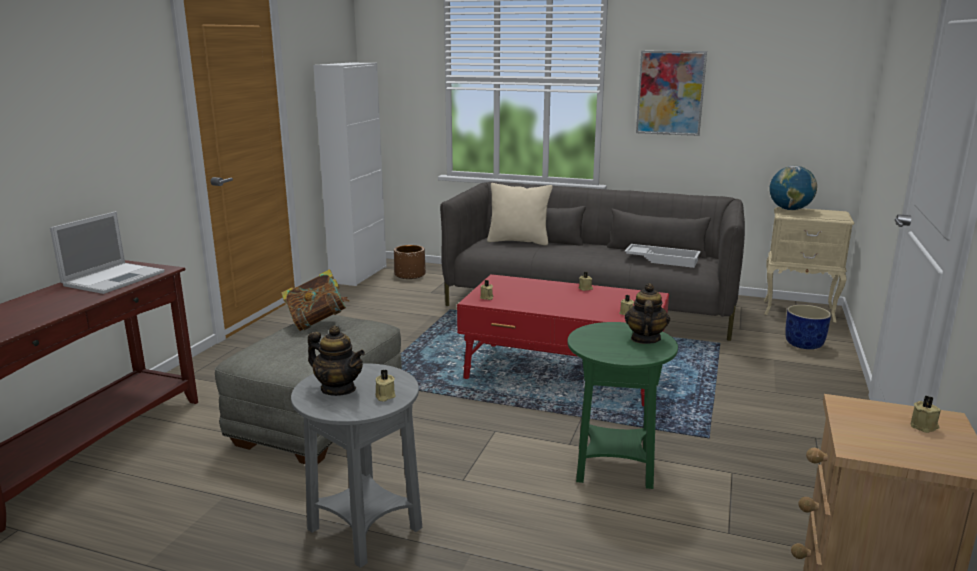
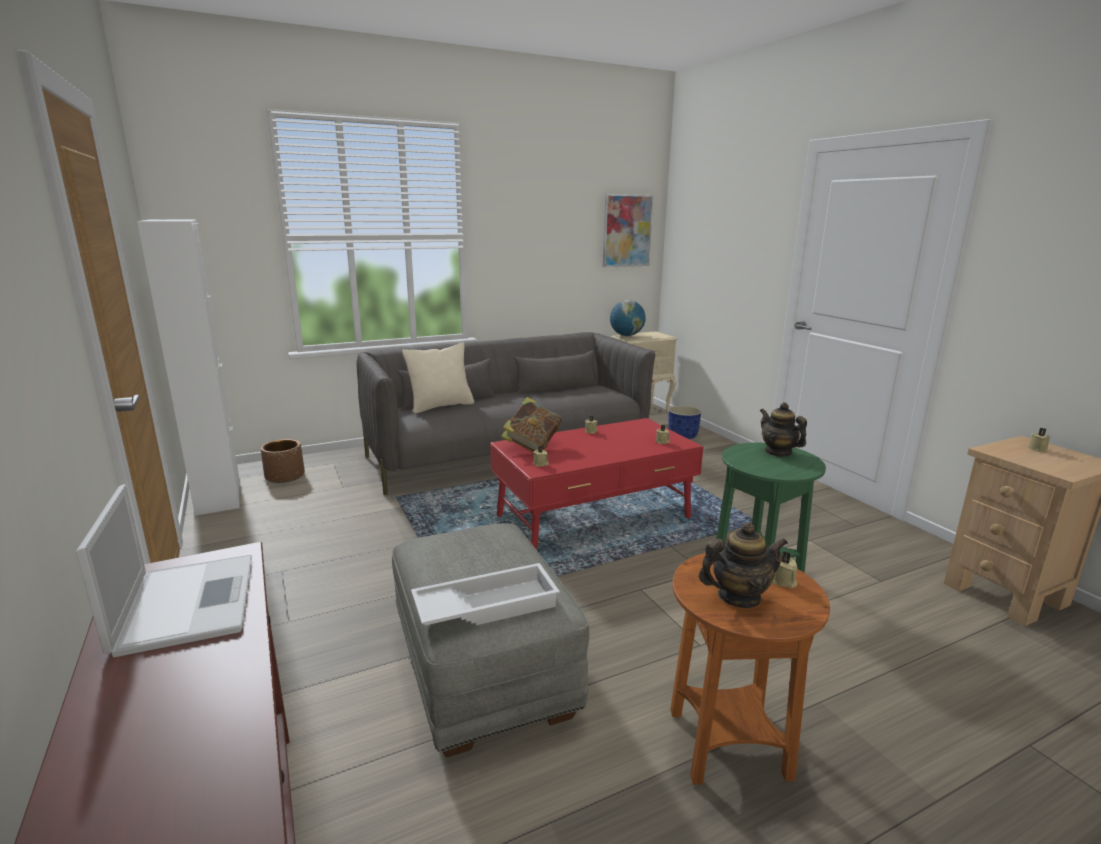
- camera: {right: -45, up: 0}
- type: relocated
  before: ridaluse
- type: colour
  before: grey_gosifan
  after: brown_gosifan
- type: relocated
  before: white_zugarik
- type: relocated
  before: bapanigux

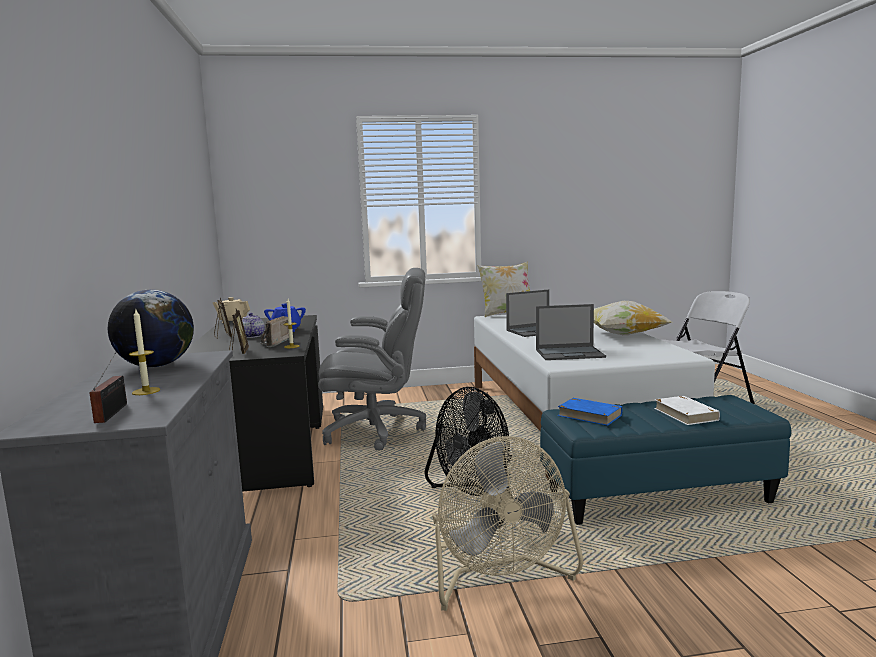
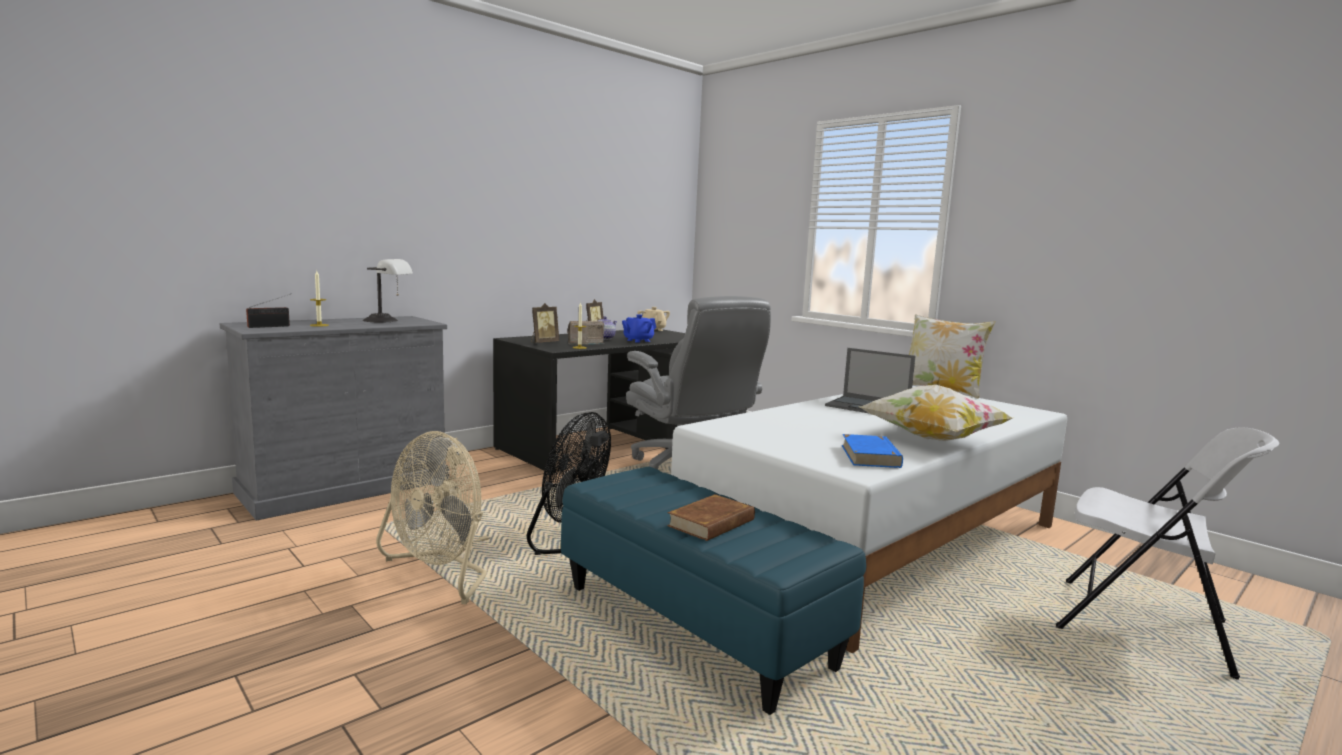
- camera: {right: 55, up: 0}
- type: exchanged
  before: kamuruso
  after: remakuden
- type: missing
  before: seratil (no. 2 from left)
- type: relocated
  before: blue_ridaluse
- type: colour
  before: white_ridaluse
  after: brown_ridaluse

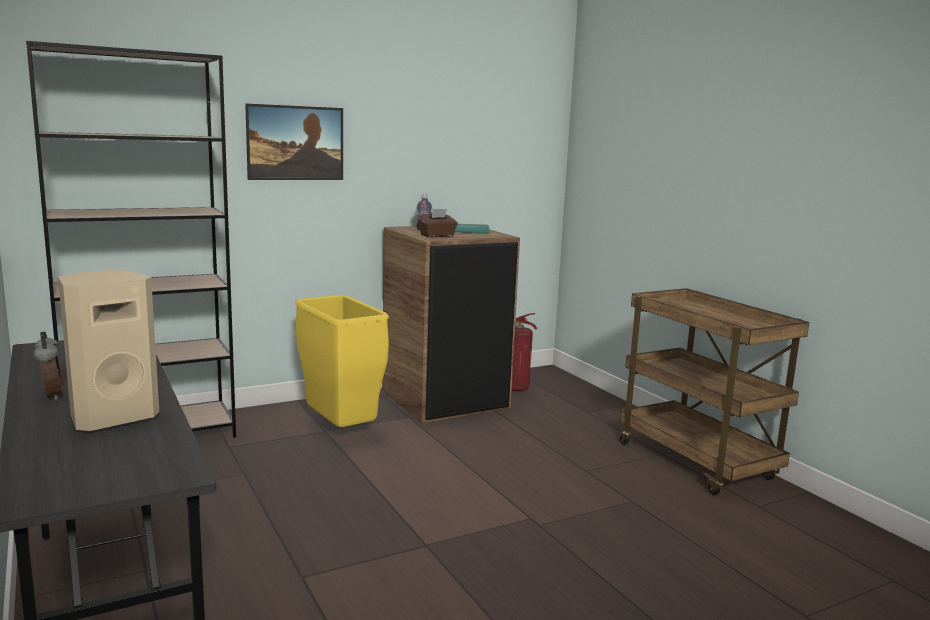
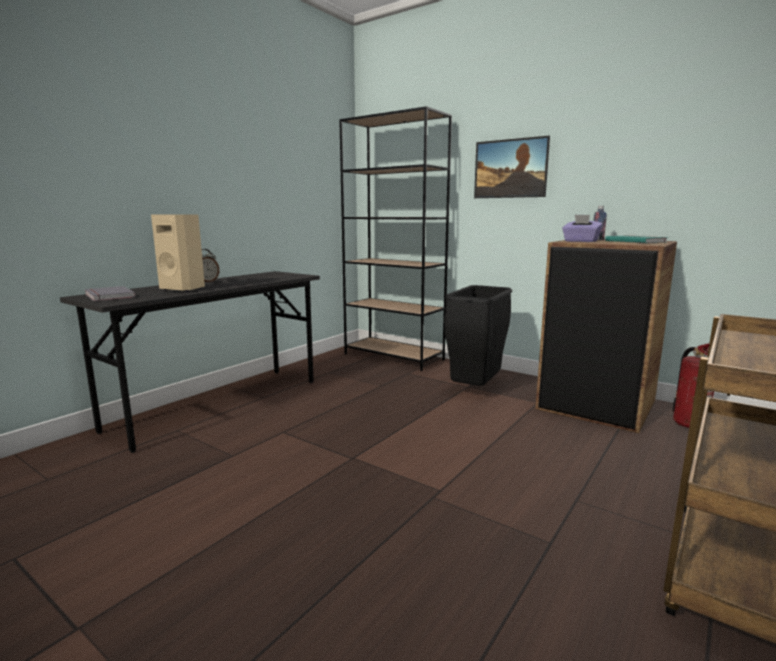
- camera: {right: 65, up: 0}
- type: colour
  before: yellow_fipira
  after: black_fipira
- type: colour
  before: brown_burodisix
  after: purple_burodisix
- type: appeared
  after: grey_ridaluse

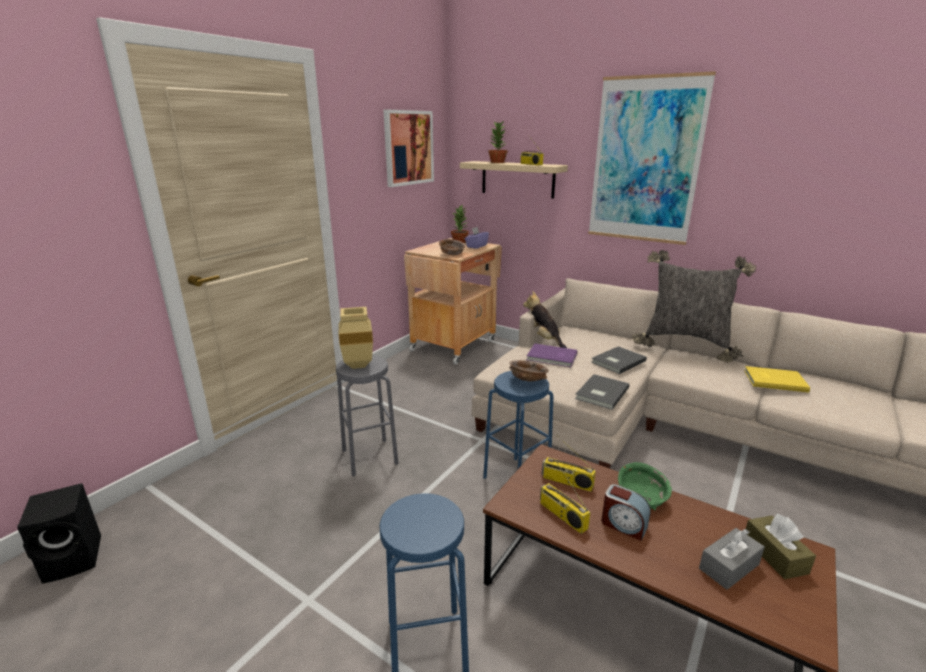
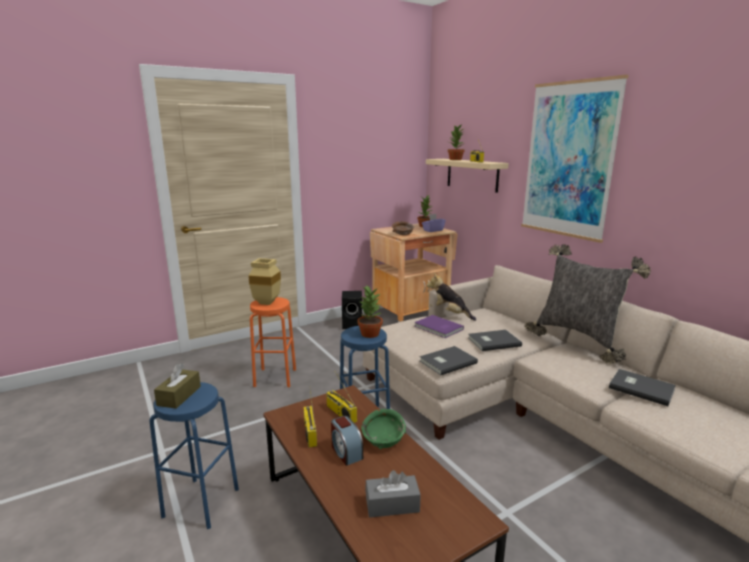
- camera: {right: 25, up: -5}
- type: relocated
  before: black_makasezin
- type: colour
  before: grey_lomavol
  after: orange_lomavol
- type: missing
  before: bapanigux (no. 1 from left)
- type: exchanged
  before: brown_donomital (no. 2 from left)
  after: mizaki (no. 1 from left)
- type: spun
  before: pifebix
  turn: -45
- type: colour
  before: yellow_ridaluse
  after: grey_ridaluse (no. 3 from left)
- type: relocated
  before: brown_burodisix

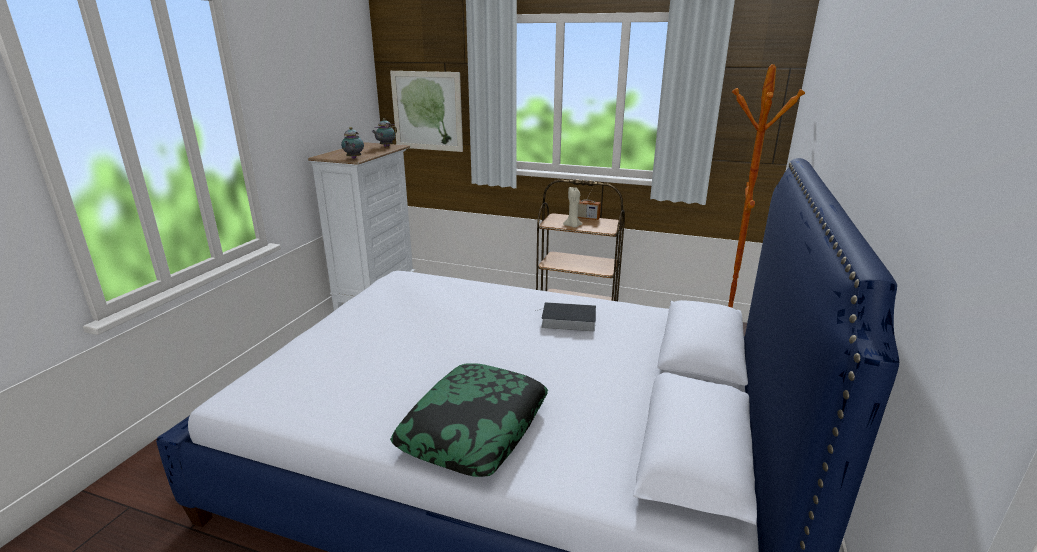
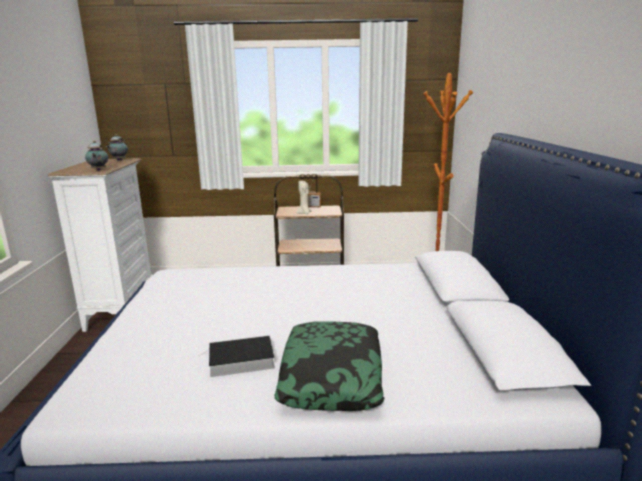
- camera: {right: -20, up: -5}
- type: missing
  before: bapanigux
- type: relocated
  before: ridaluse

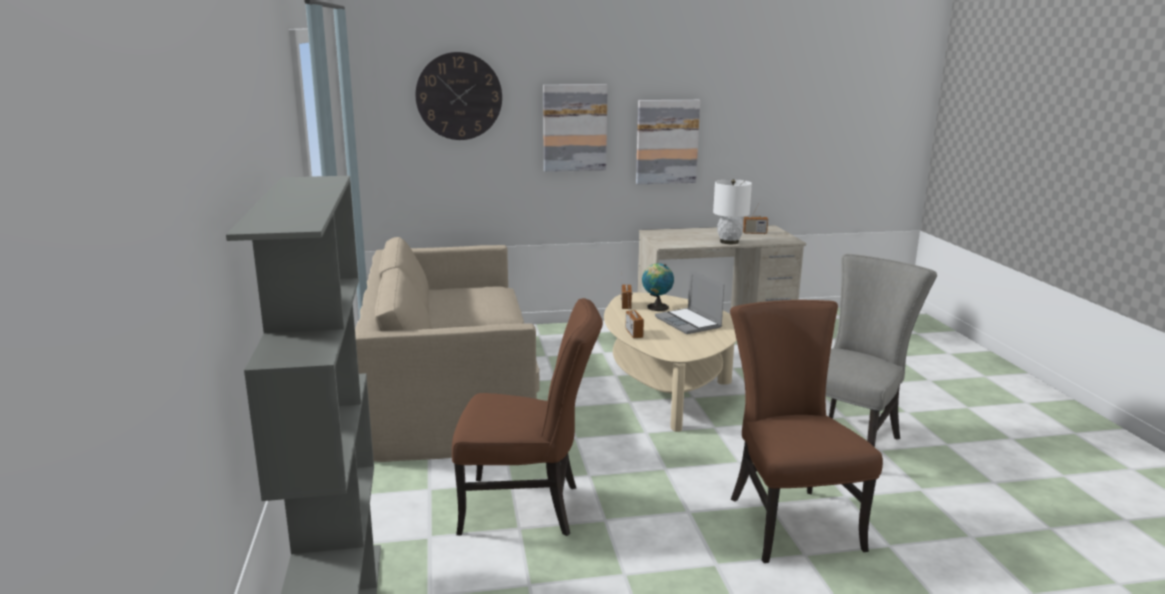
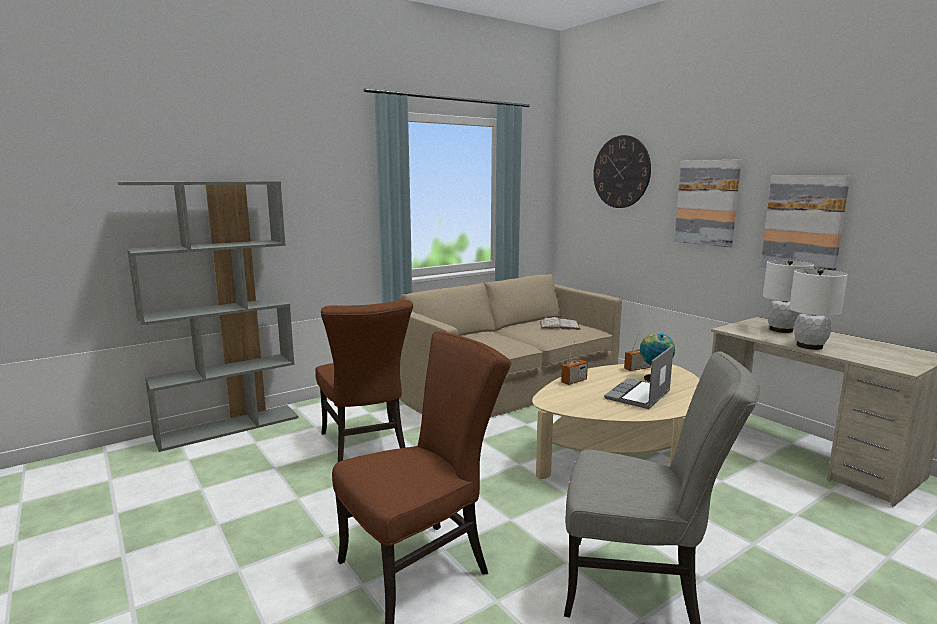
- camera: {right: 65, up: -5}
- type: missing
  before: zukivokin (no. 3 from left)
- type: appeared
  after: white_ridaluse
- type: appeared
  after: white_remakuden (no. 1 from left)

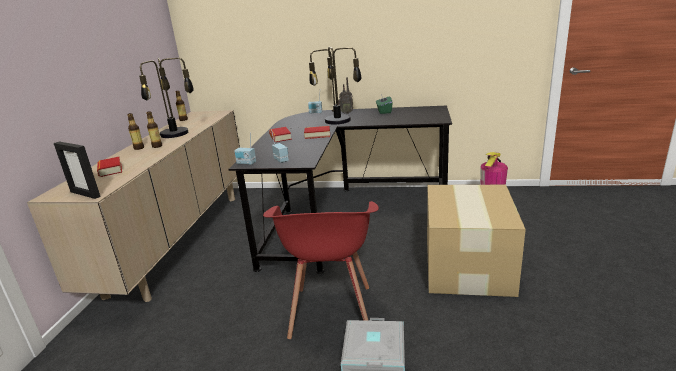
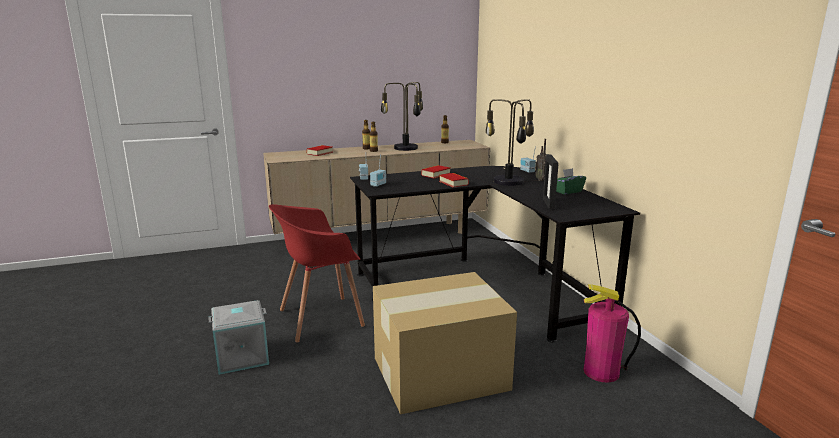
- camera: {right: 60, up: -5}
- type: relocated
  before: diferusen

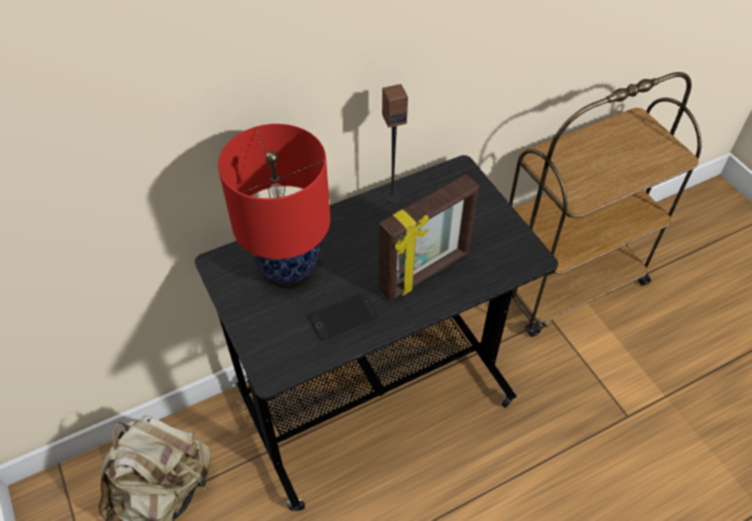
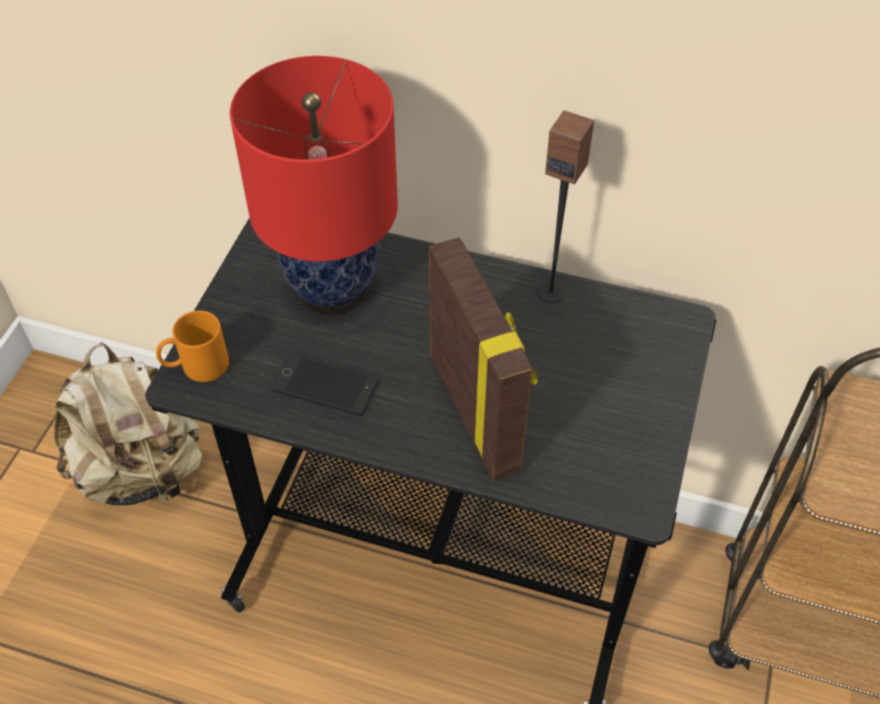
- camera: {right: 45, up: 0}
- type: spun
  before: diferusen
  turn: -120
- type: appeared
  after: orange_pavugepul

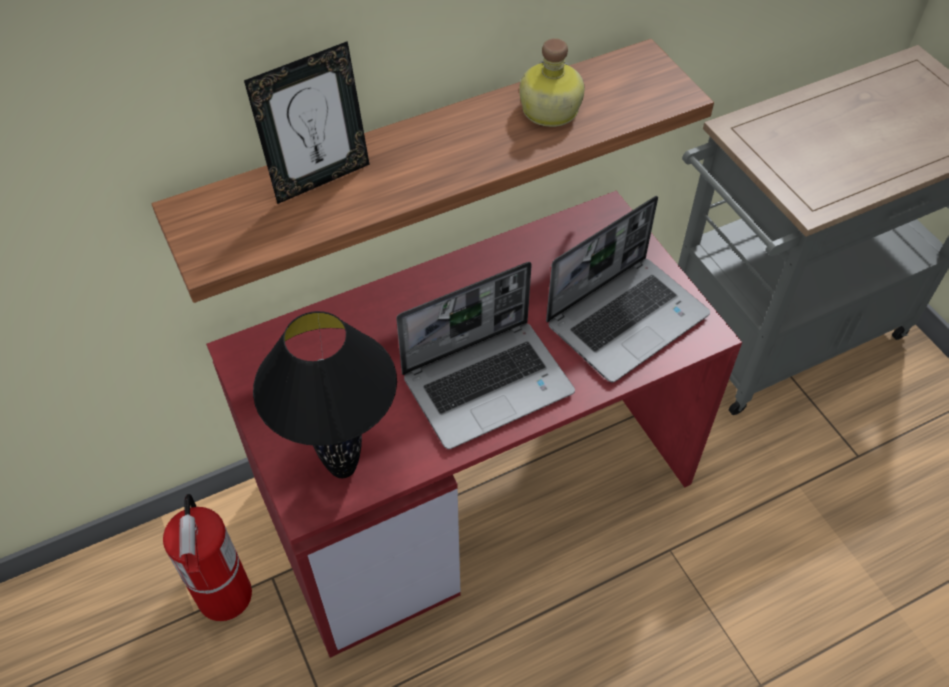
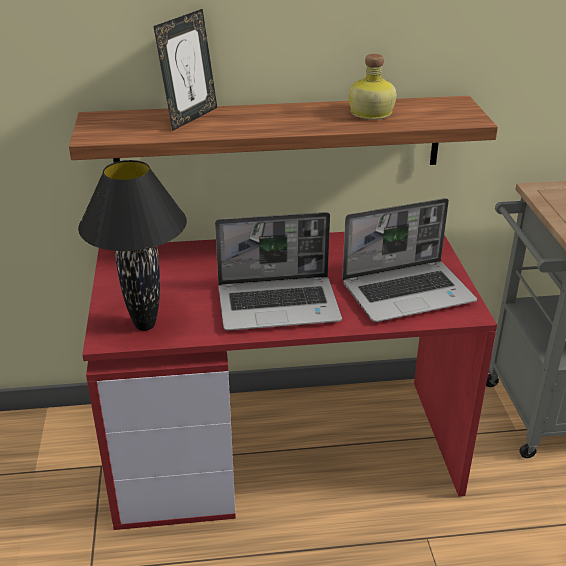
- camera: {right: 20, up: -20}
- type: missing
  before: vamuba
- type: spun
  before: diferusen
  turn: -45

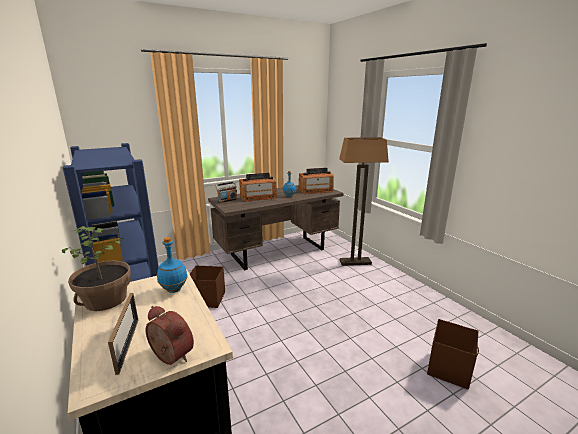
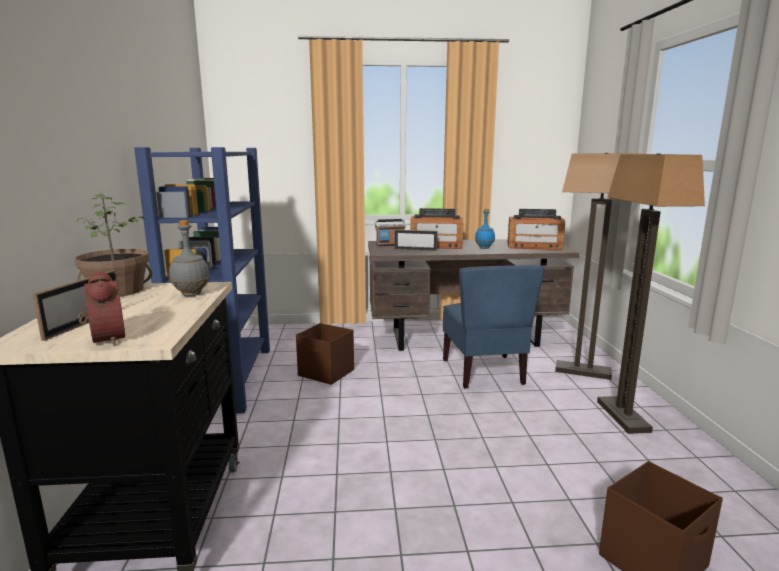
- camera: {right: 25, up: -5}
- type: colour
  before: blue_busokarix (no. 1 from left)
  after: grey_busokarix
- type: appeared
  after: diferusen (no. 2 from left)
- type: appeared
  after: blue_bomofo
- type: appeared
  after: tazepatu (no. 2 from left)

